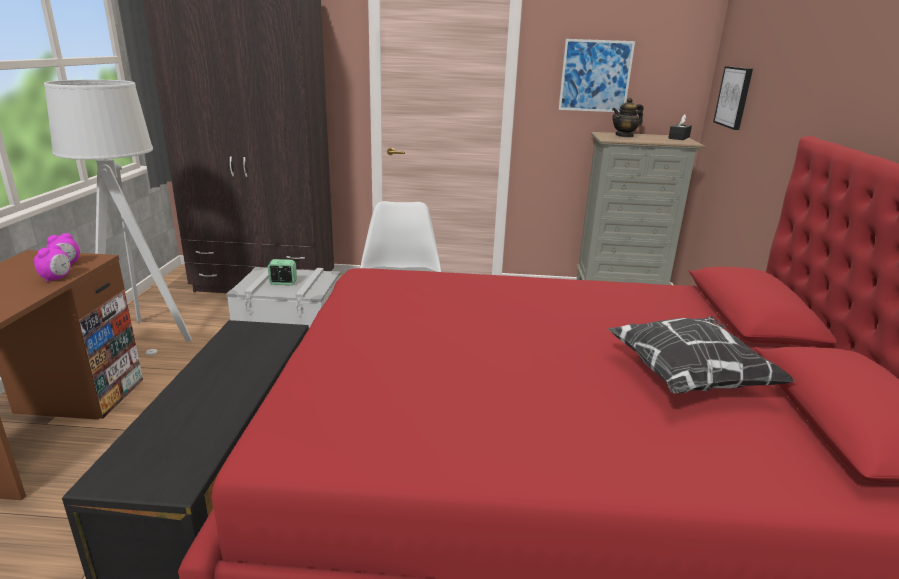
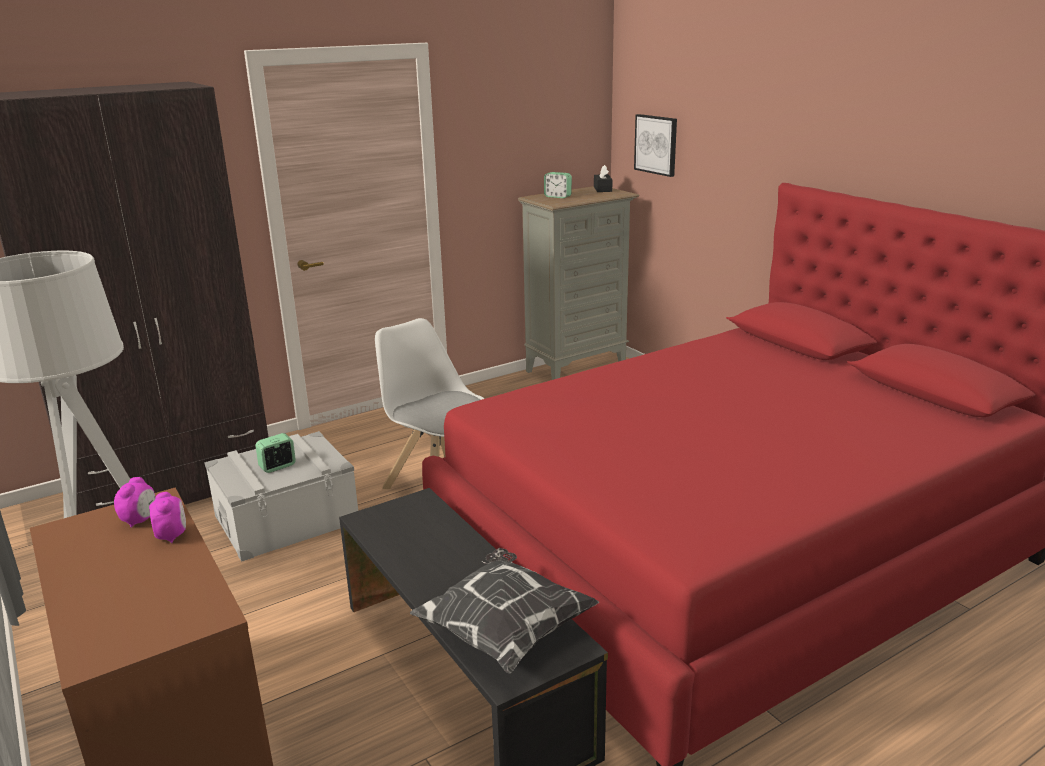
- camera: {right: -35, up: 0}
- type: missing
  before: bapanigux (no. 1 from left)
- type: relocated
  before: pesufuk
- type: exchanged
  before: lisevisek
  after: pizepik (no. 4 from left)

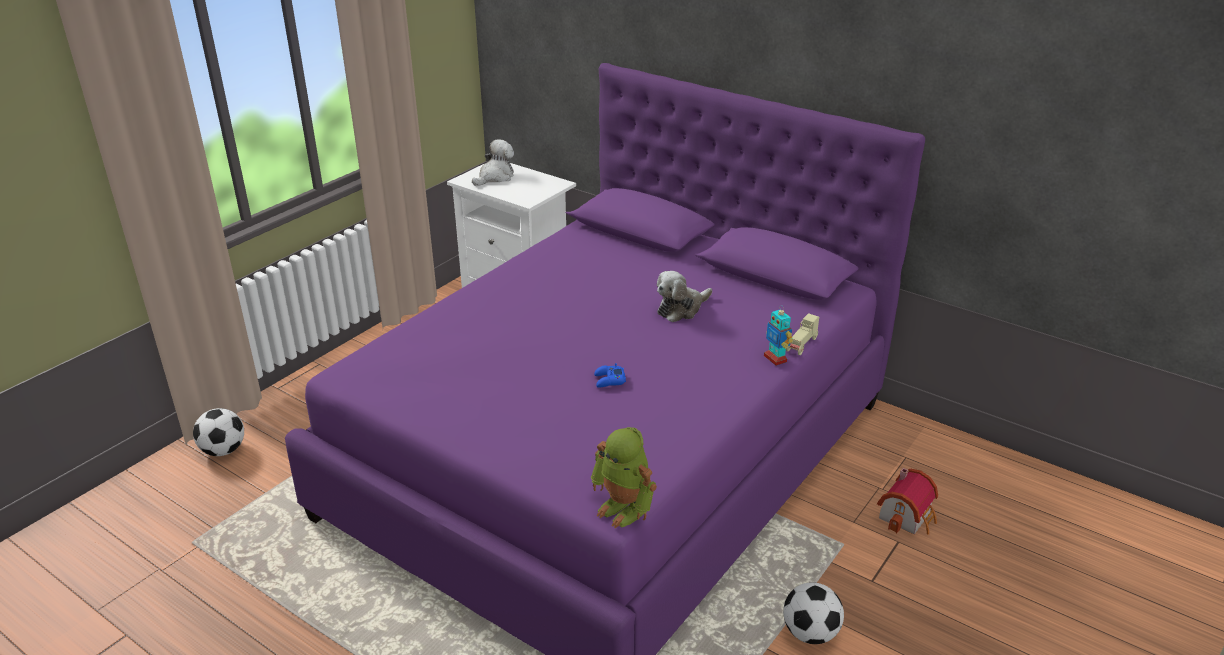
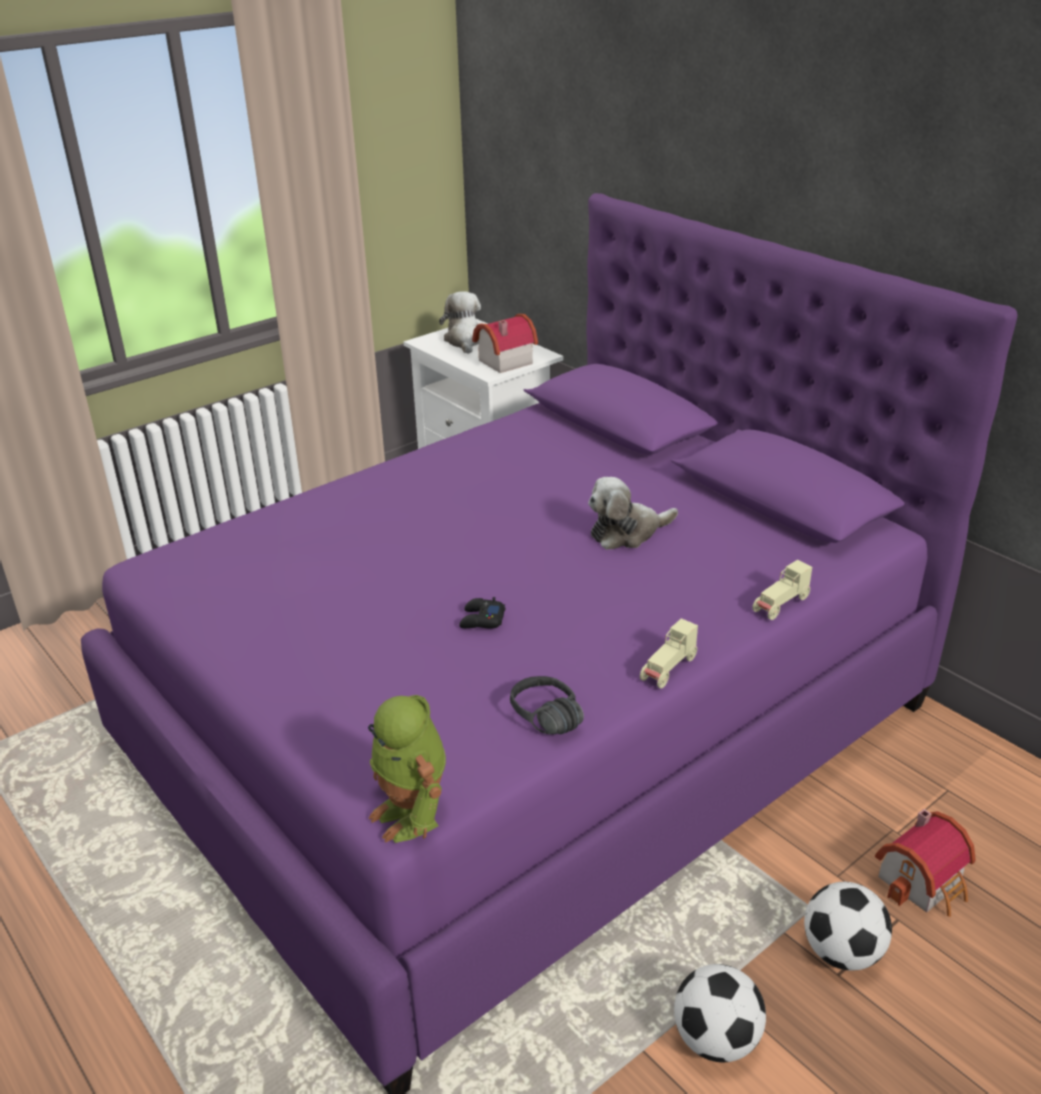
- camera: {right: 15, up: 0}
- type: relocated
  before: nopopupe (no. 1 from left in the first image)
  after: nopopupe (no. 2 from left)
- type: spun
  before: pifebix (no. 1 from left)
  turn: -60
- type: colour
  before: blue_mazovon
  after: black_mazovon
- type: missing
  before: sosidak (no. 2 from left)
- type: appeared
  after: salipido (no. 1 from left)
- type: appeared
  after: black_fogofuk
- type: appeared
  after: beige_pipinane (no. 1 from left)

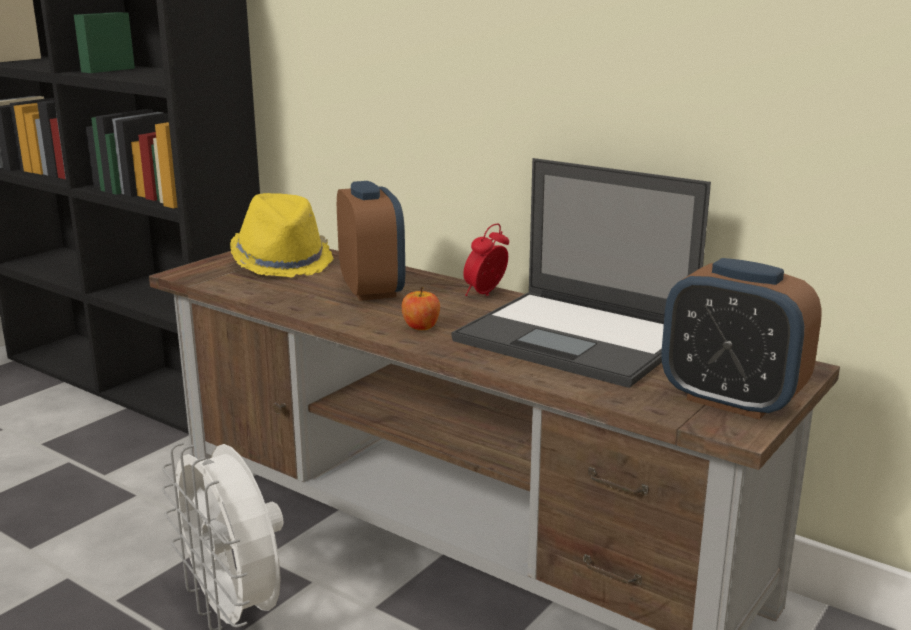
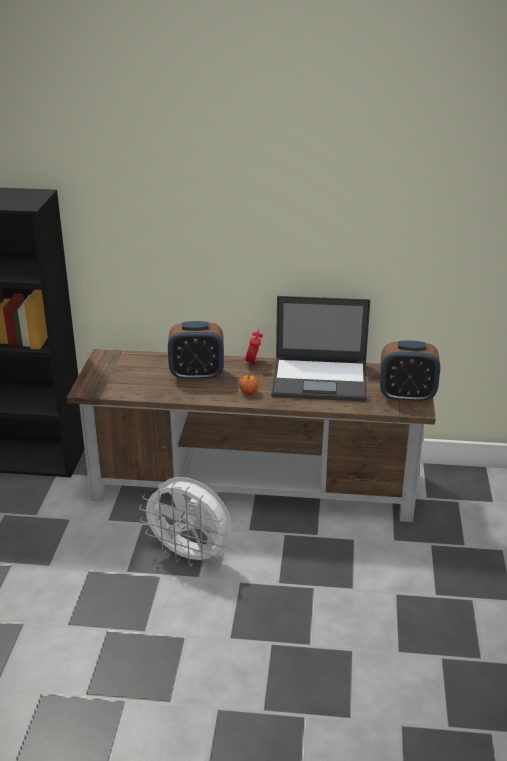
- camera: {right: -30, up: 10}
- type: missing
  before: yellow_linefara
- type: spun
  before: pizepik (no. 1 from left)
  turn: 135

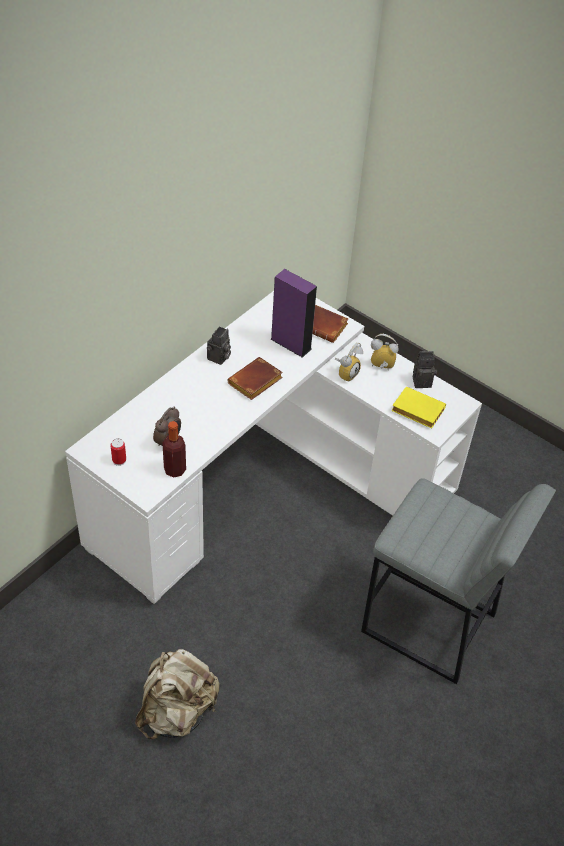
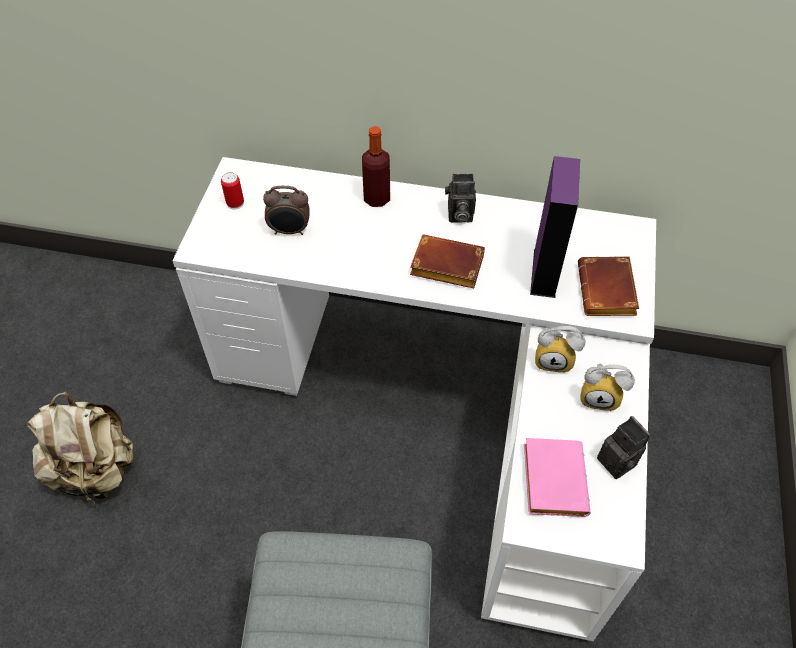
- camera: {right: 65, up: 5}
- type: relocated
  before: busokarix
- type: spun
  before: pizepik (no. 3 from left)
  turn: 120
- type: colour
  before: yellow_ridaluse
  after: pink_ridaluse

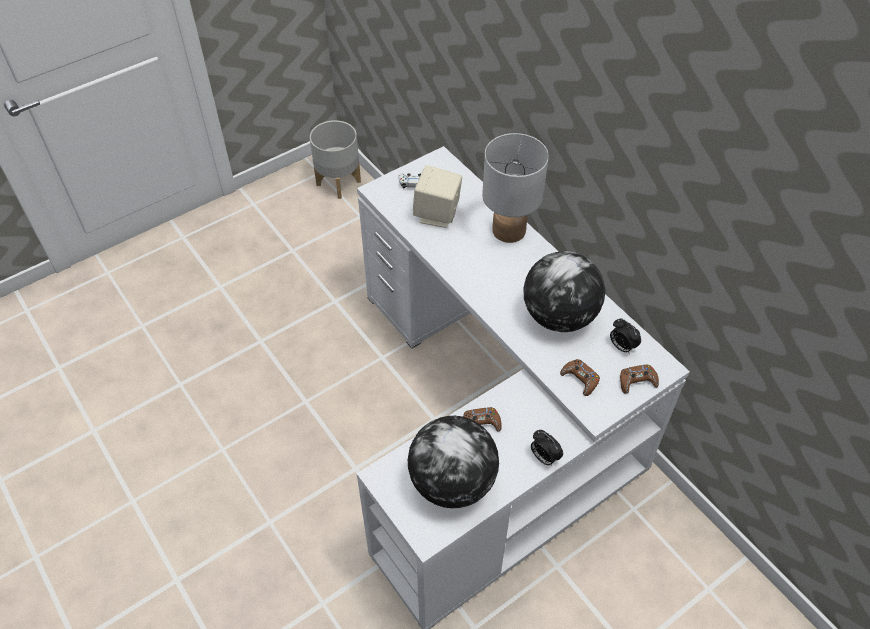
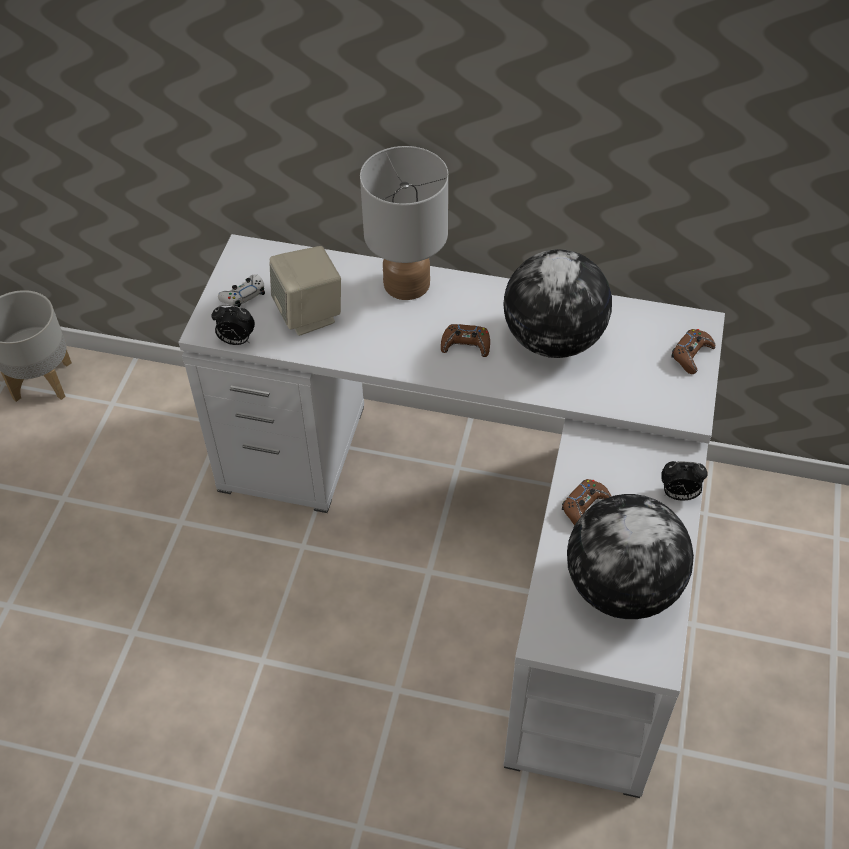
- camera: {right: -40, up: 0}
- type: relocated
  before: brown_mazovon (no. 2 from left in the first image)
  after: brown_mazovon (no. 1 from left)
- type: relocated
  before: pizepik (no. 2 from left in the first image)
  after: pizepik (no. 1 from left)

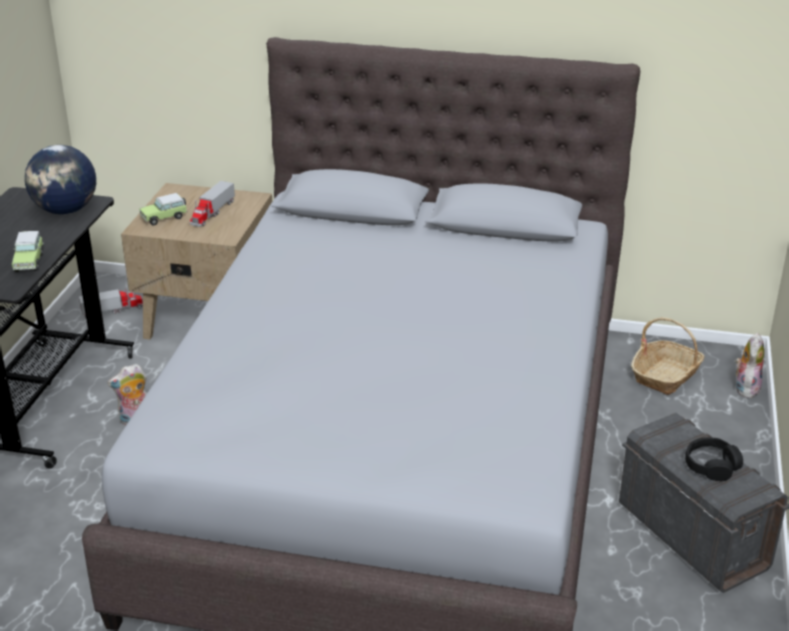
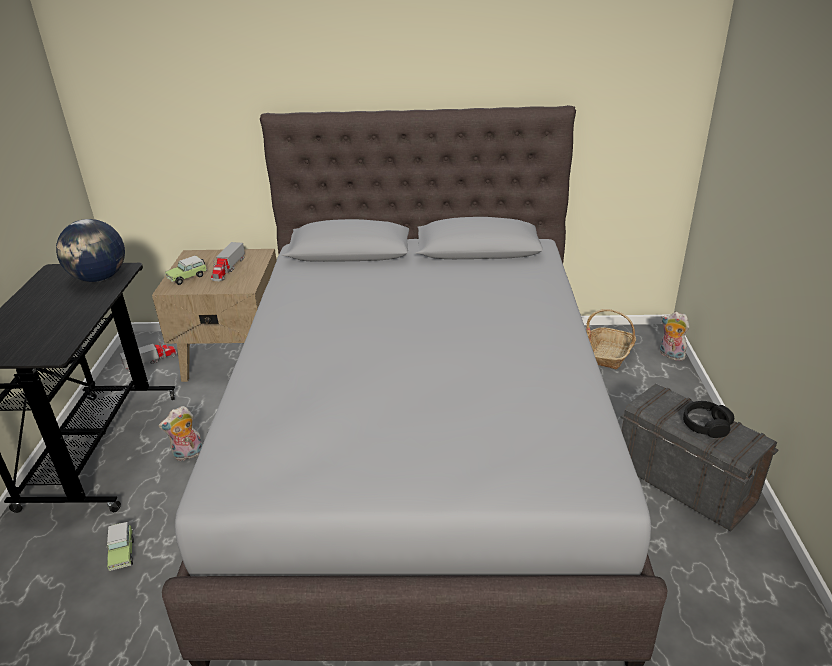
- camera: {right: -10, up: 0}
- type: relocated
  before: pipinane (no. 1 from left)
- type: spun
  before: pifebix (no. 2 from left)
  turn: -60

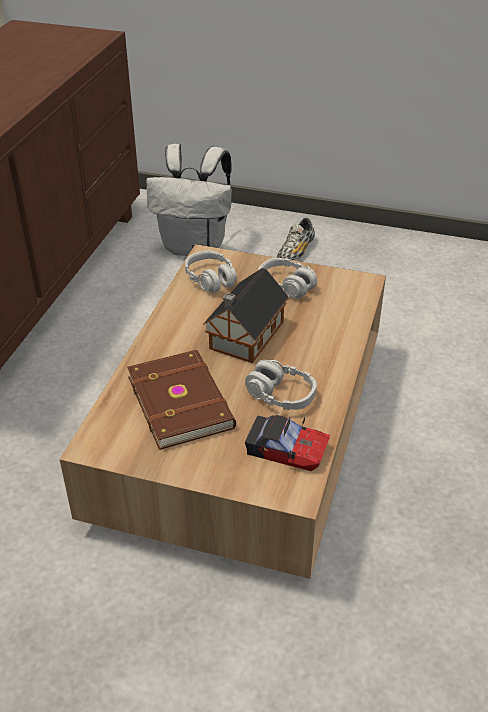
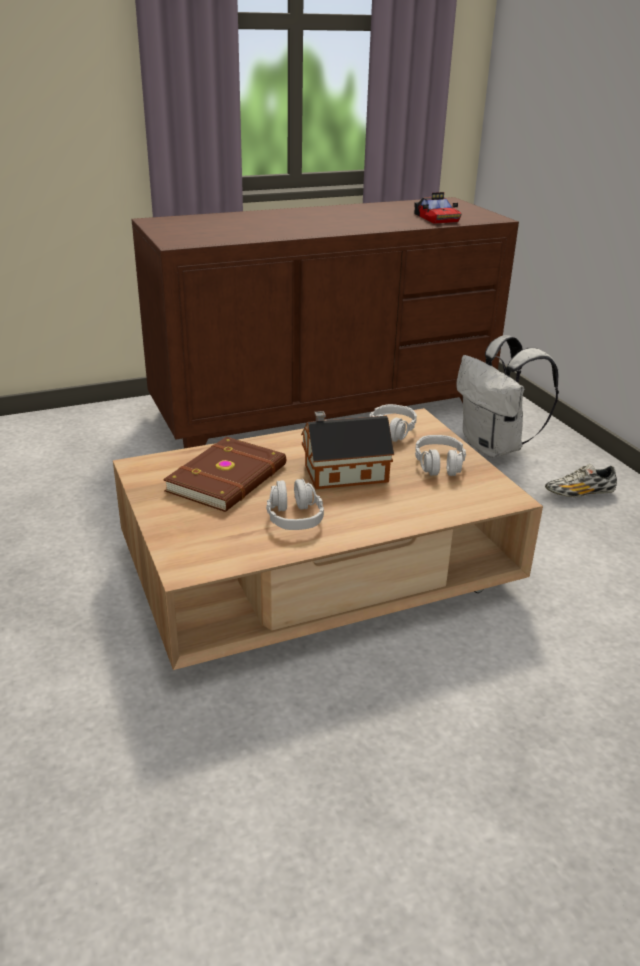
- camera: {right: 50, up: -10}
- type: relocated
  before: pipinane

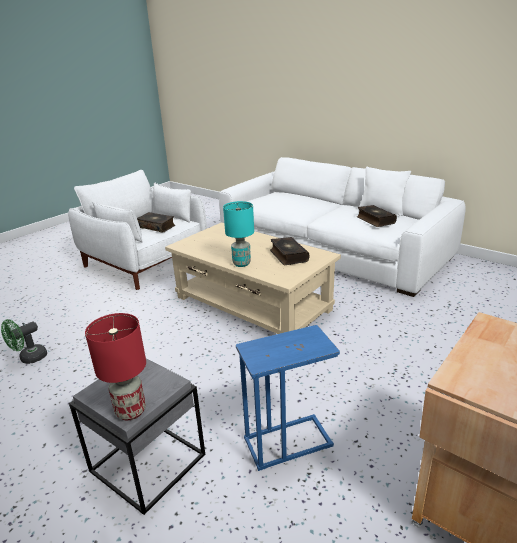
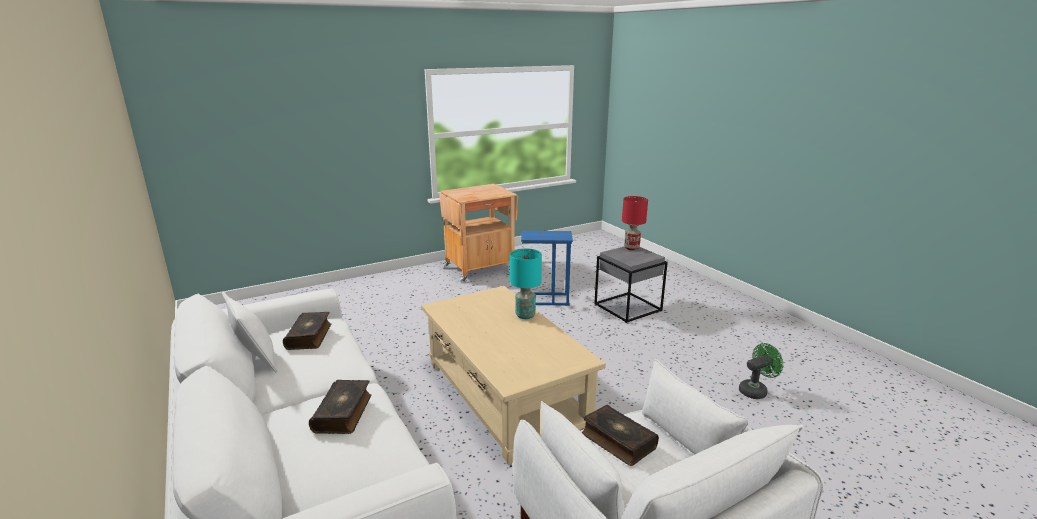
- camera: {right: -160, up: -5}
- type: relocated
  before: ridaluse (no. 2 from left)

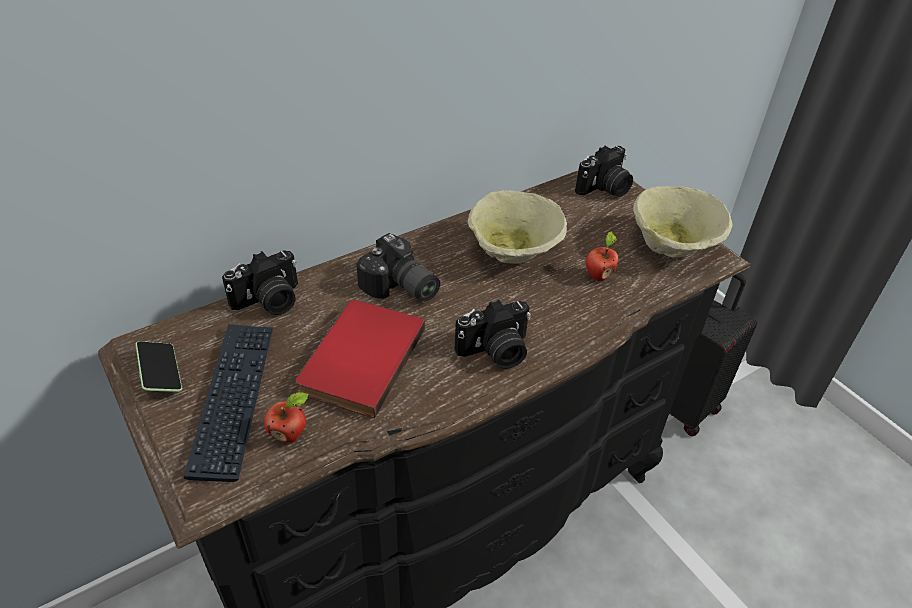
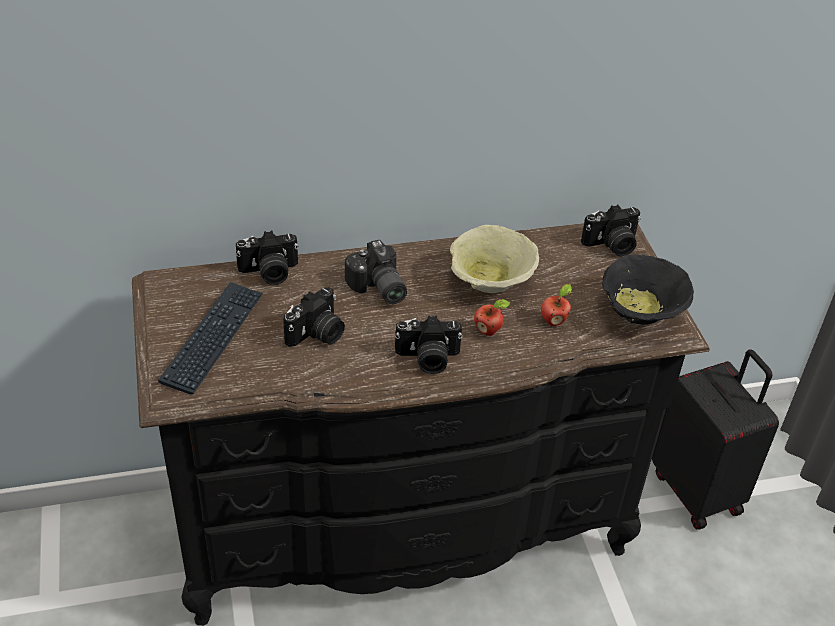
- camera: {right: 20, up: 0}
- type: missing
  before: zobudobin
- type: relocated
  before: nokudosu (no. 1 from left)
- type: exchanged
  before: red_ridaluse
  after: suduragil (no. 2 from left)
- type: colour
  before: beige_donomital (no. 2 from left)
  after: black_donomital

